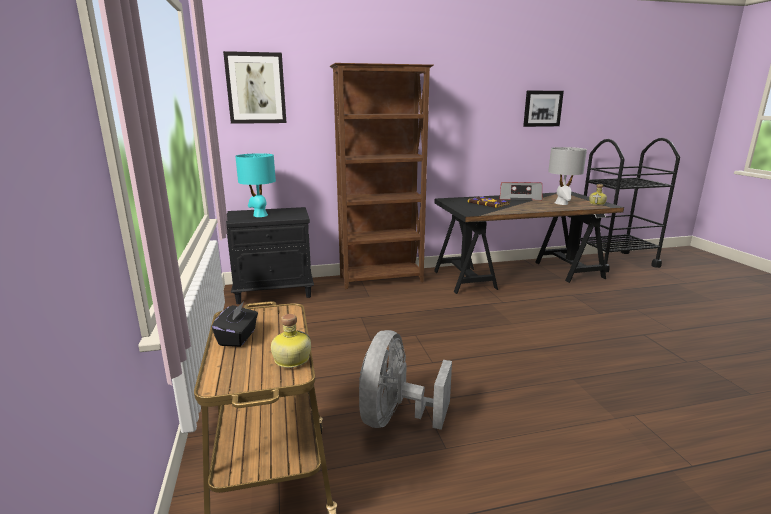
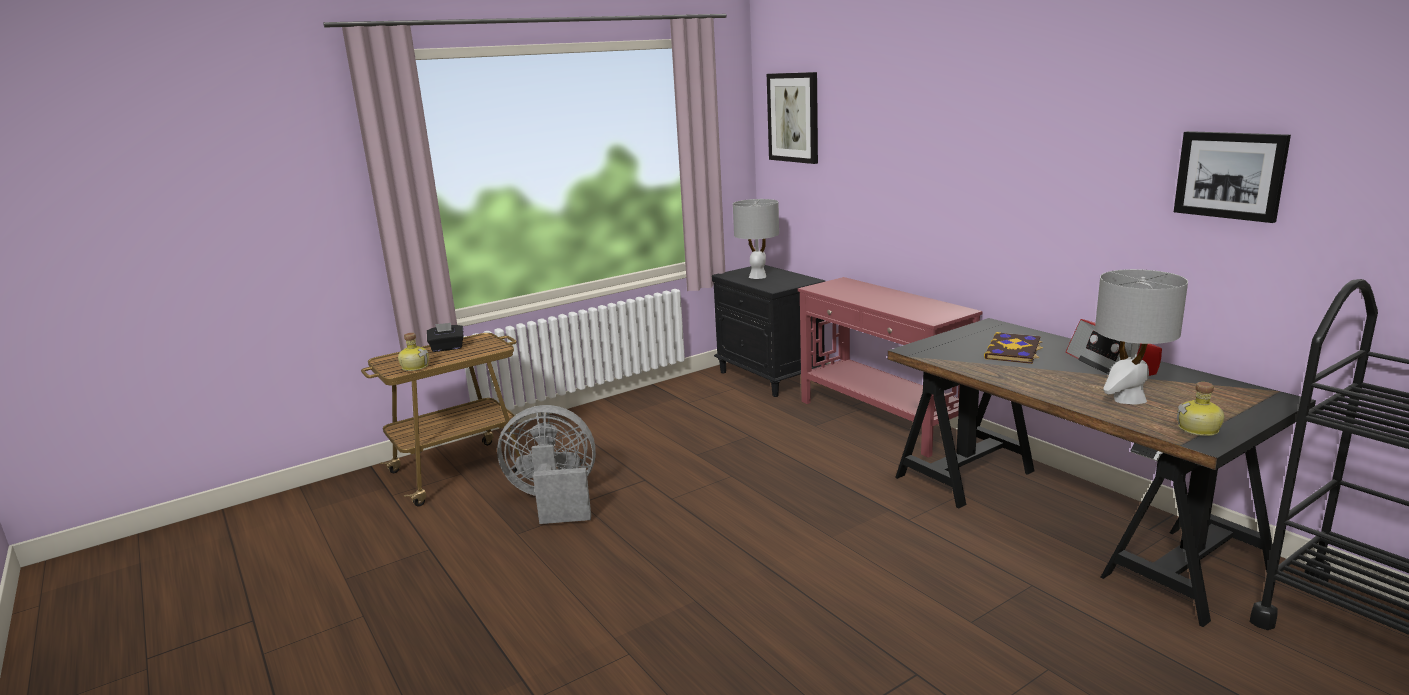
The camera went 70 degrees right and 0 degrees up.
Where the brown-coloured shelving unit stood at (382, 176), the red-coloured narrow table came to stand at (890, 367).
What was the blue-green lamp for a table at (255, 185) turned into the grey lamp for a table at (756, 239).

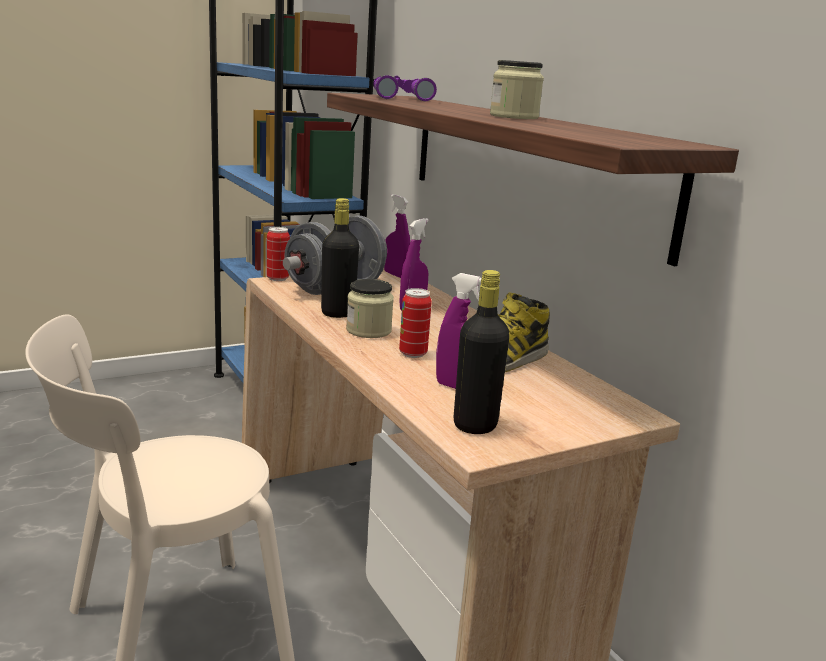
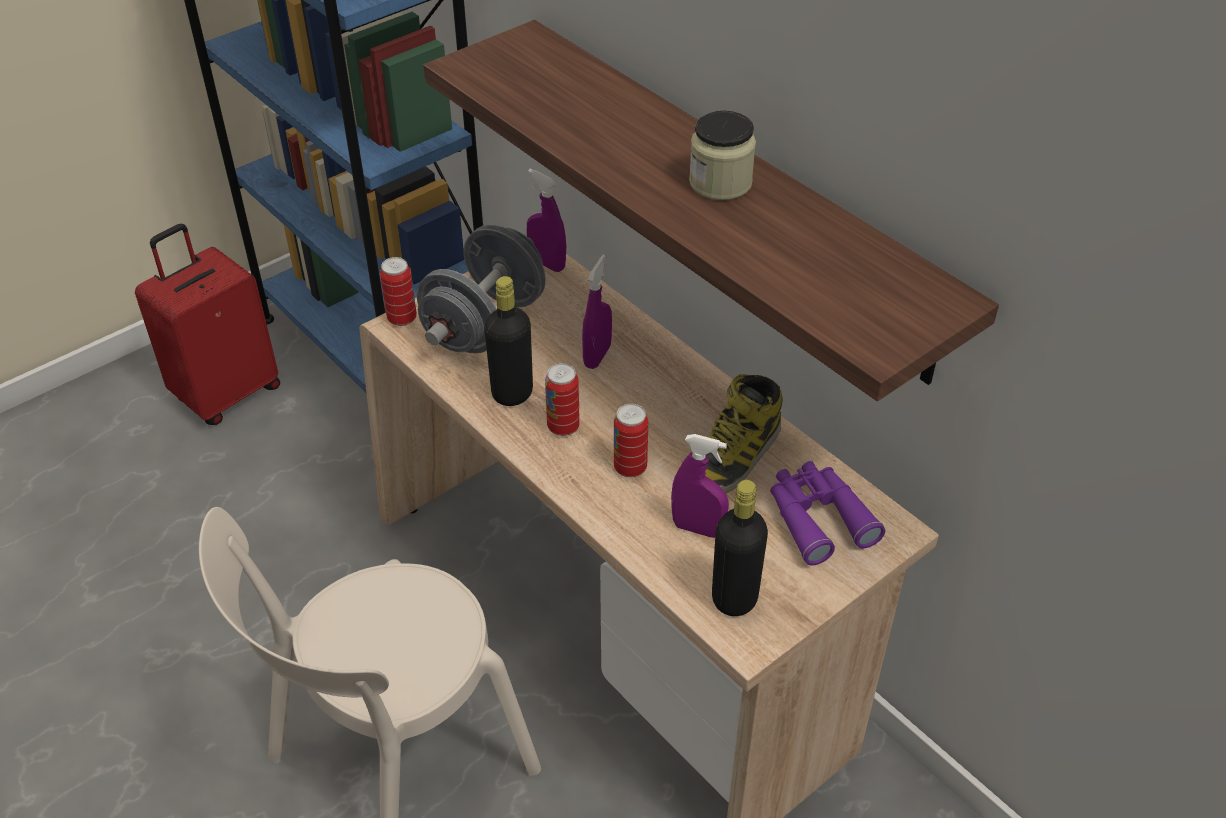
The camera went 10 degrees left and 25 degrees up.
The second view gained the red-coloured piece of luggage at (207, 324).
The purple binoculars ended up elsewhere, having gone from (405, 88) to (827, 513).
Where the preserve jar stood at (370, 308), the can came to stand at (562, 399).

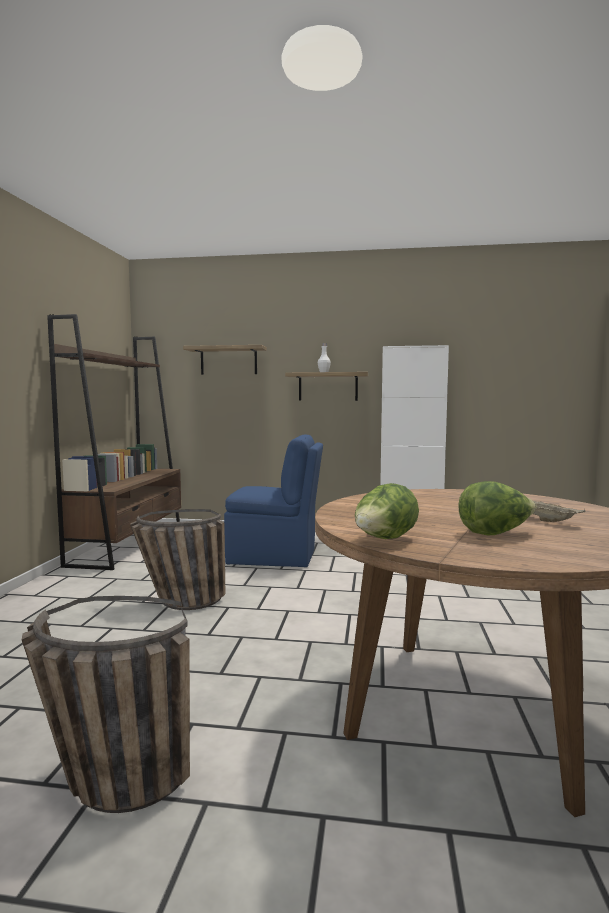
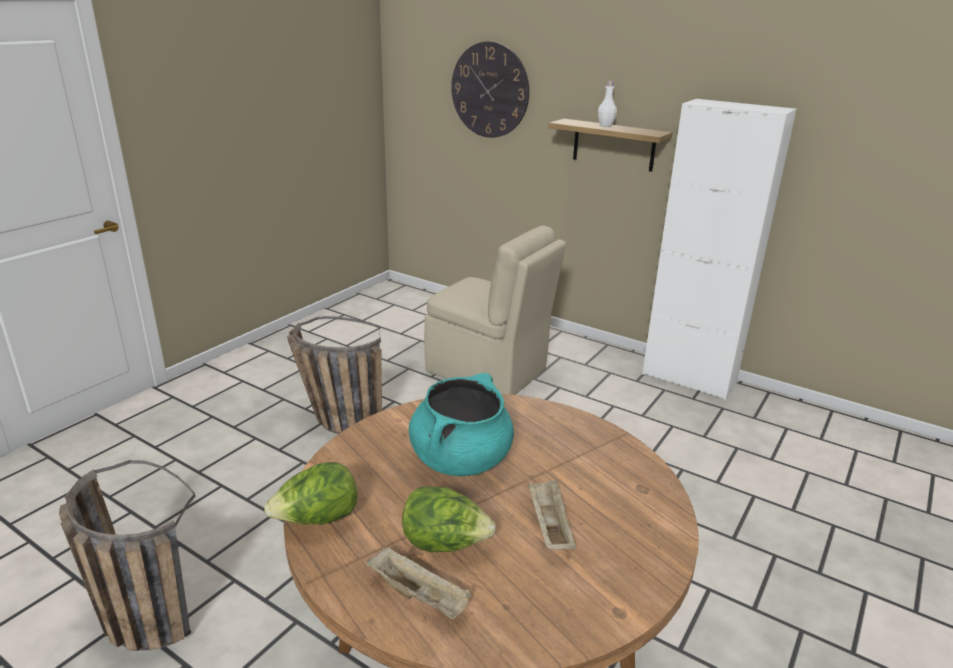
The camera went 25 degrees right and 20 degrees up.
The second view lost the brown-coloured shelving unit at (114, 442).
The second view gained the beige-coloured carrying tray at (419, 583).
The second view gained the blue-green saucepot at (461, 424).
Where the shelf hung at (225, 360), the hanging clock came to hang at (490, 89).
What was the blue-coloured plain chair at (273, 500) turned into the beige-coloured plain chair at (495, 310).

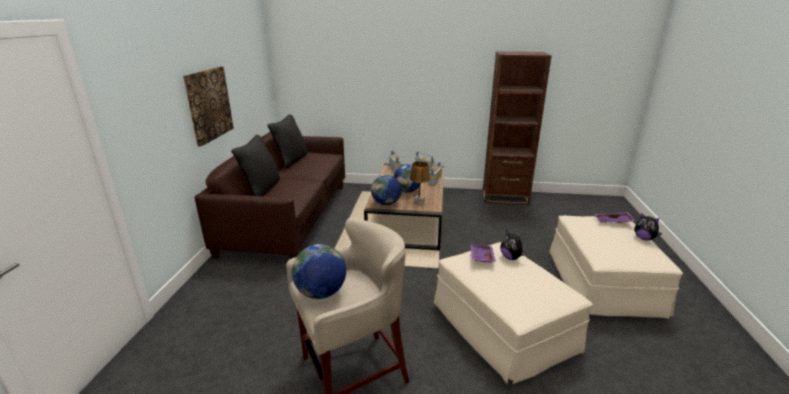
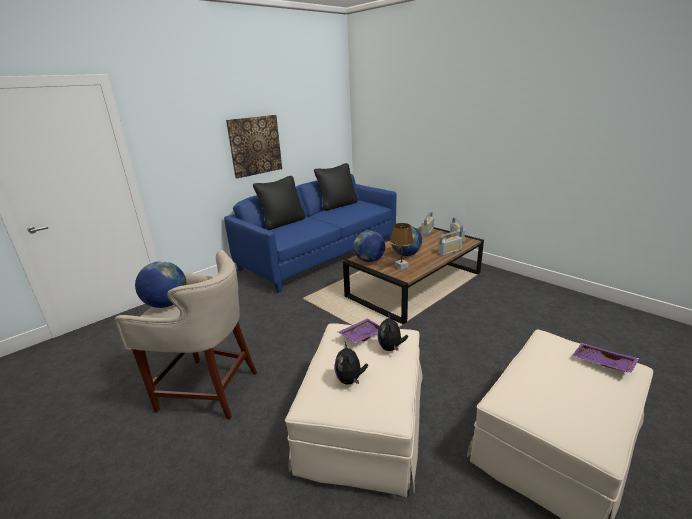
The camera went 40 degrees right and 0 degrees up.
The second view lost the brown-coloured shelving unit at (517, 128).
The soft toy ended up elsewhere, having gone from (648, 226) to (351, 363).
What was the brown-coloured settee at (270, 195) turned into the blue-coloured settee at (310, 233).

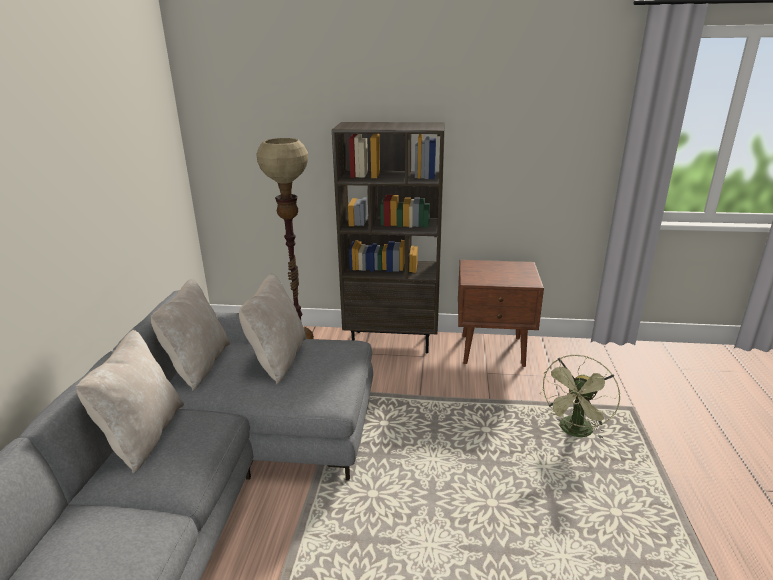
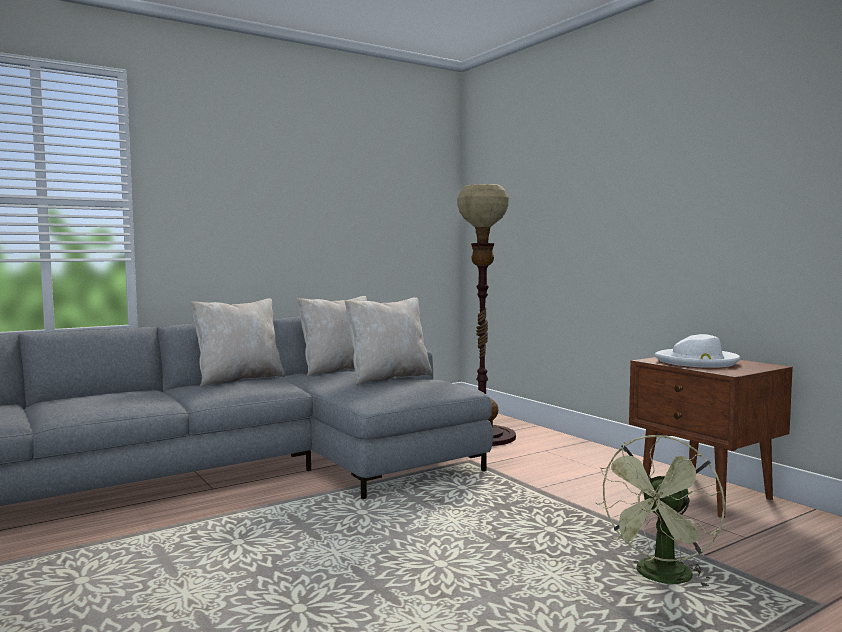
The camera went 50 degrees right and 20 degrees down.
The second view lost the brown-coloured shelving unit at (388, 237).
The second view gained the white hat at (697, 351).
The green electric fan at (579, 396) ended up facing another way, 45 degrees counterclockwise from before.

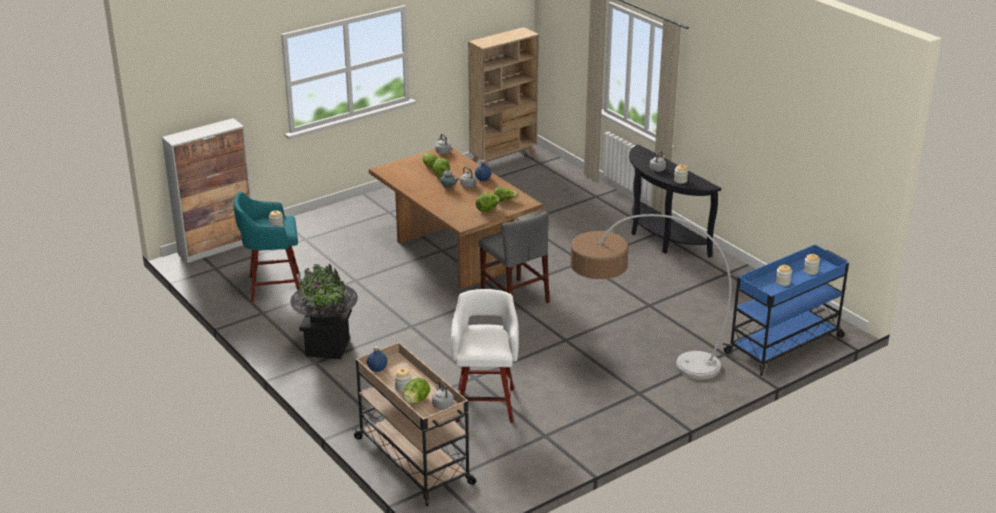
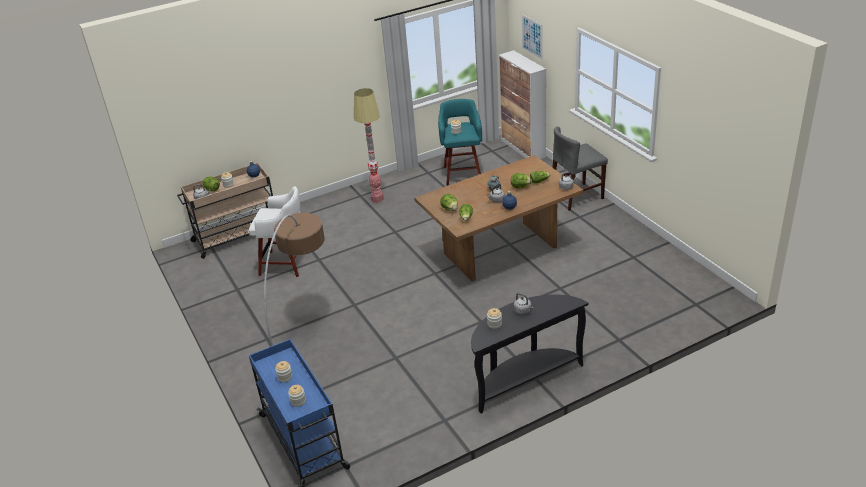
The camera went 100 degrees right and 5 degrees up.
The second view lost the beige-coloured shelving unit at (503, 96).
The second view gained the wall picture at (532, 37).
The grey plain chair ended up elsewhere, having gone from (514, 257) to (580, 168).
Where the black plant pot stood at (324, 311), the floor lamp came to stand at (369, 145).

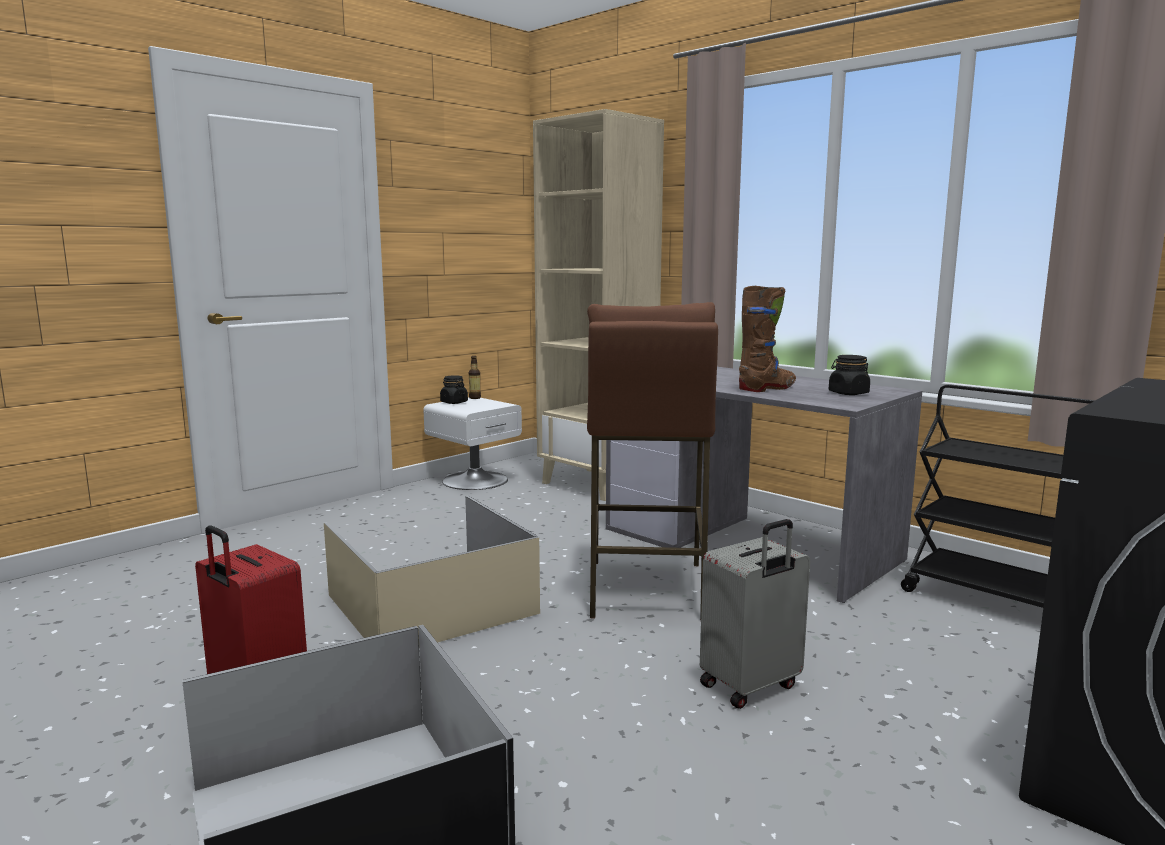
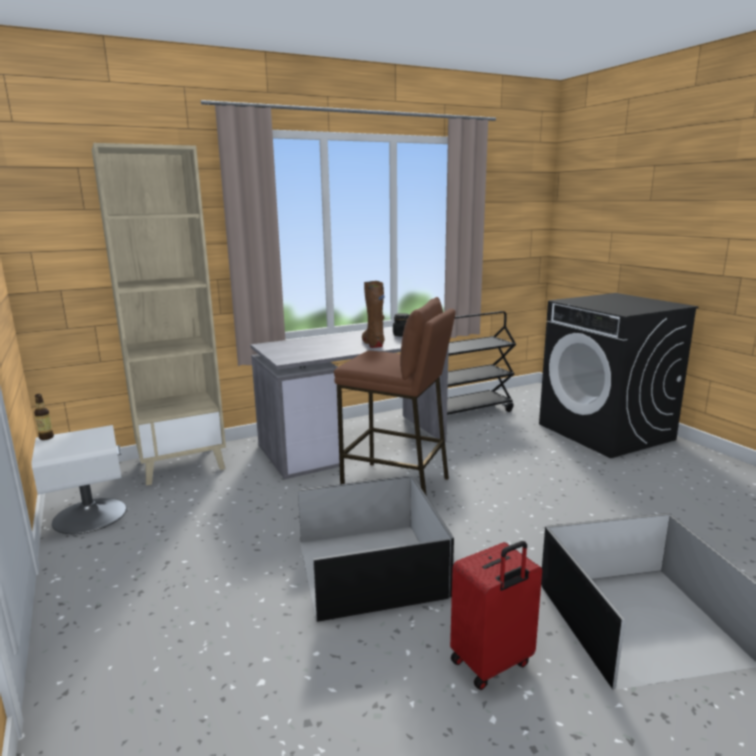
The camera went 70 degrees left and 5 degrees up.
The second view lost the black preserve jar at (454, 389).
The second view lost the grey piece of luggage at (755, 614).
What was the beige-coloured storage container at (432, 569) turned into the black storage container at (376, 549).

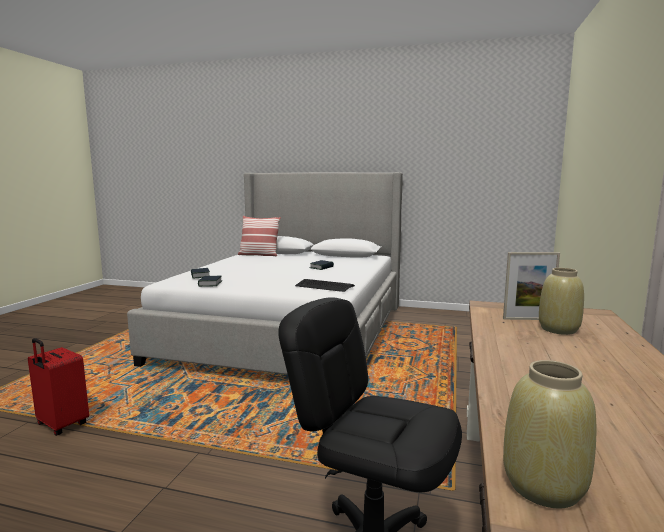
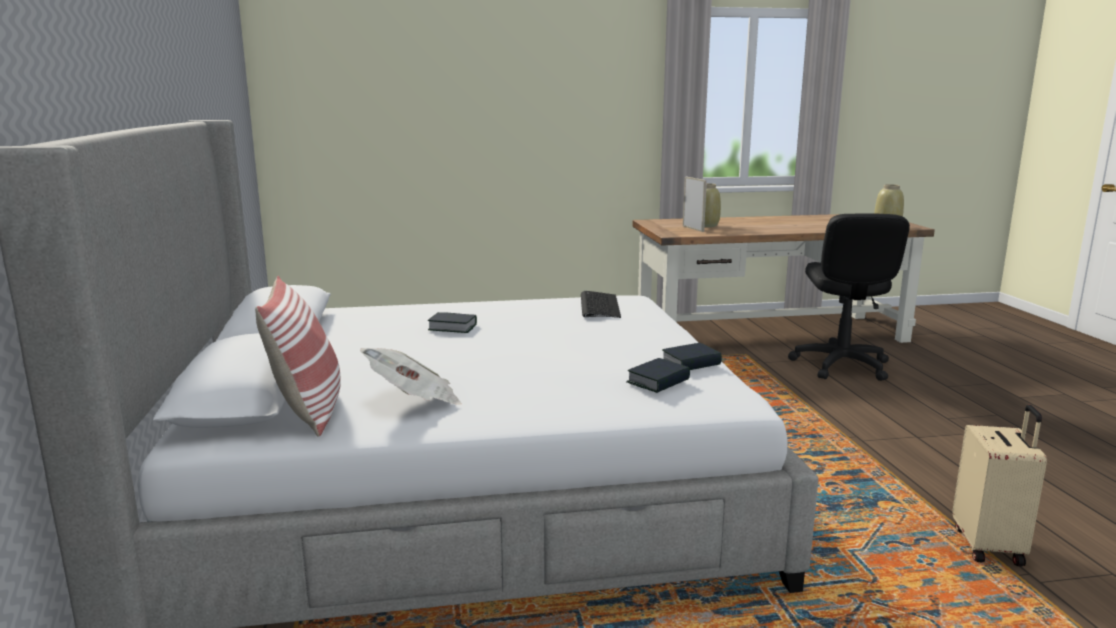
The camera went 115 degrees left and 5 degrees up.
The second view gained the daily paper at (411, 376).
What was the red-coloured piece of luggage at (58, 387) turned into the beige-coloured piece of luggage at (999, 485).

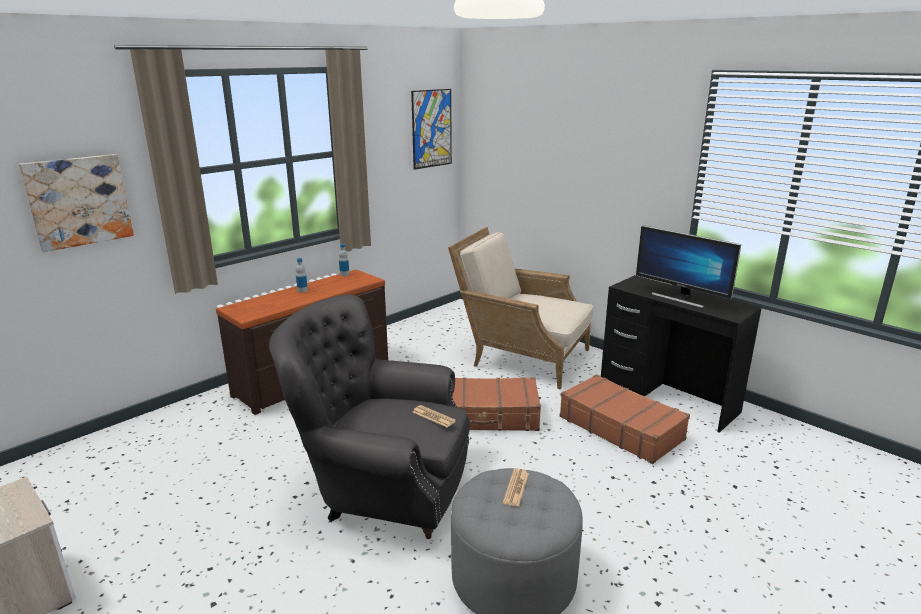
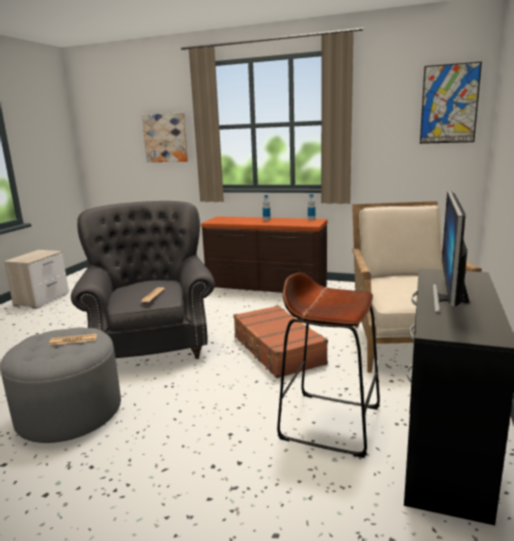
The camera went 65 degrees right and 5 degrees down.
Where the brown-coloured piece of luggage stood at (625, 419), the brown-coloured stool seat came to stand at (328, 365).

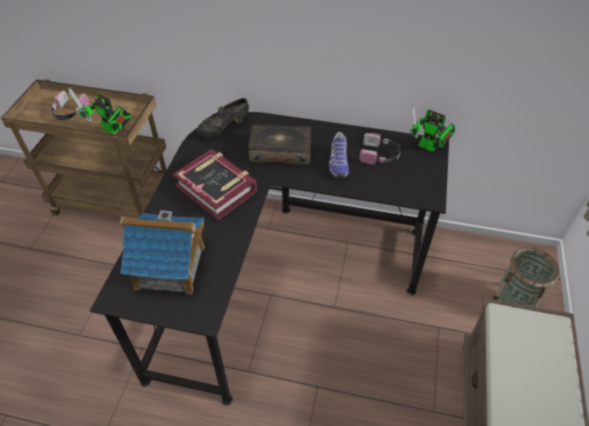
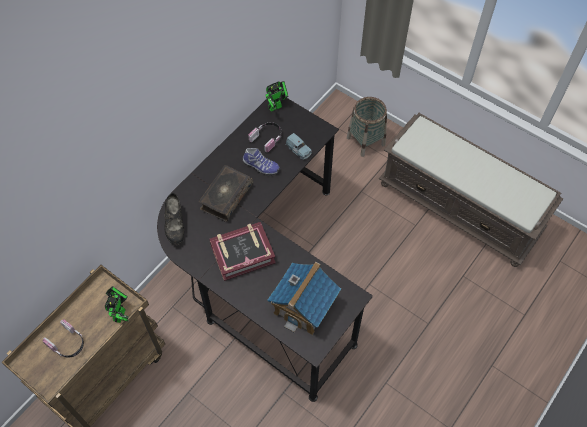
The camera went 65 degrees left and 10 degrees up.
The second view gained the blue-coloured model car at (299, 146).
The model robot at (100, 111) ended up facing another way, 45 degrees counterclockwise from before.

